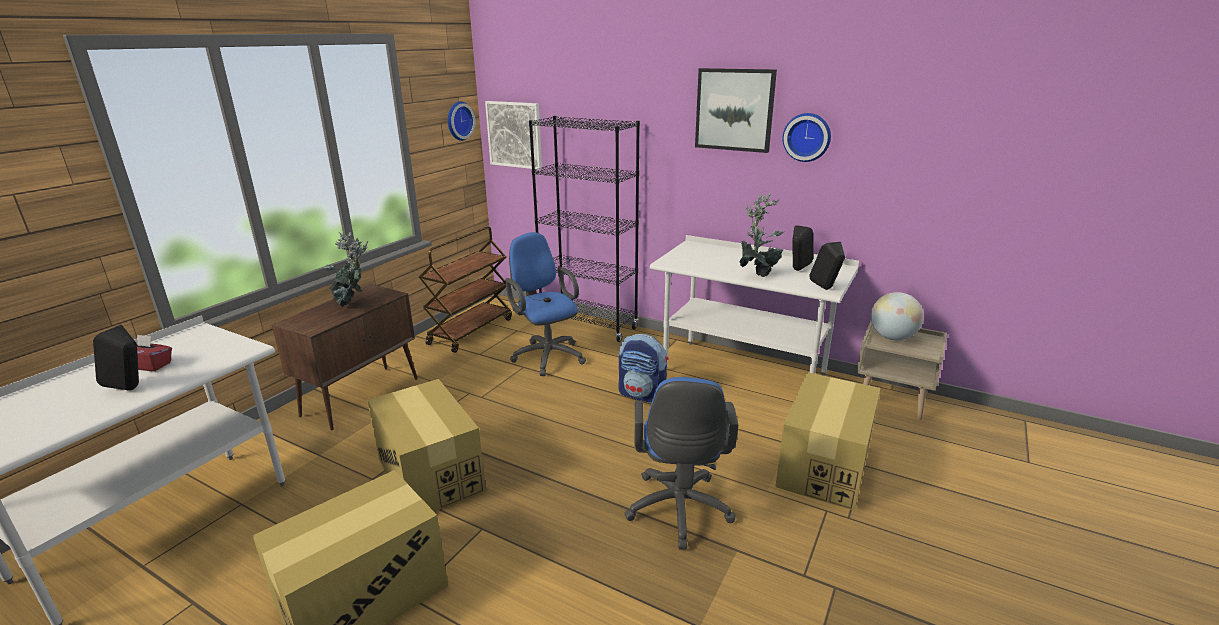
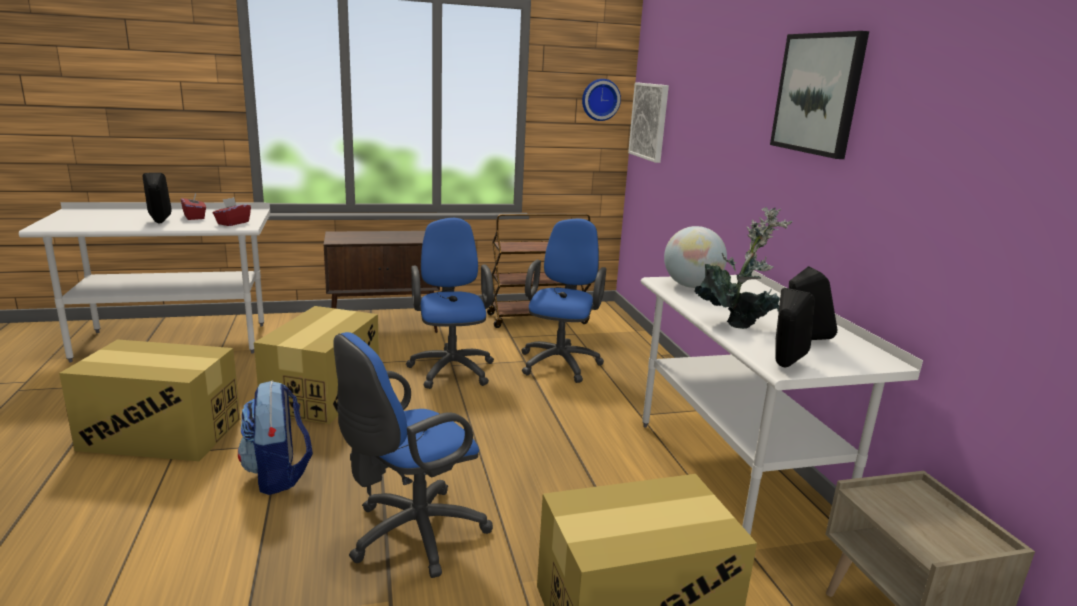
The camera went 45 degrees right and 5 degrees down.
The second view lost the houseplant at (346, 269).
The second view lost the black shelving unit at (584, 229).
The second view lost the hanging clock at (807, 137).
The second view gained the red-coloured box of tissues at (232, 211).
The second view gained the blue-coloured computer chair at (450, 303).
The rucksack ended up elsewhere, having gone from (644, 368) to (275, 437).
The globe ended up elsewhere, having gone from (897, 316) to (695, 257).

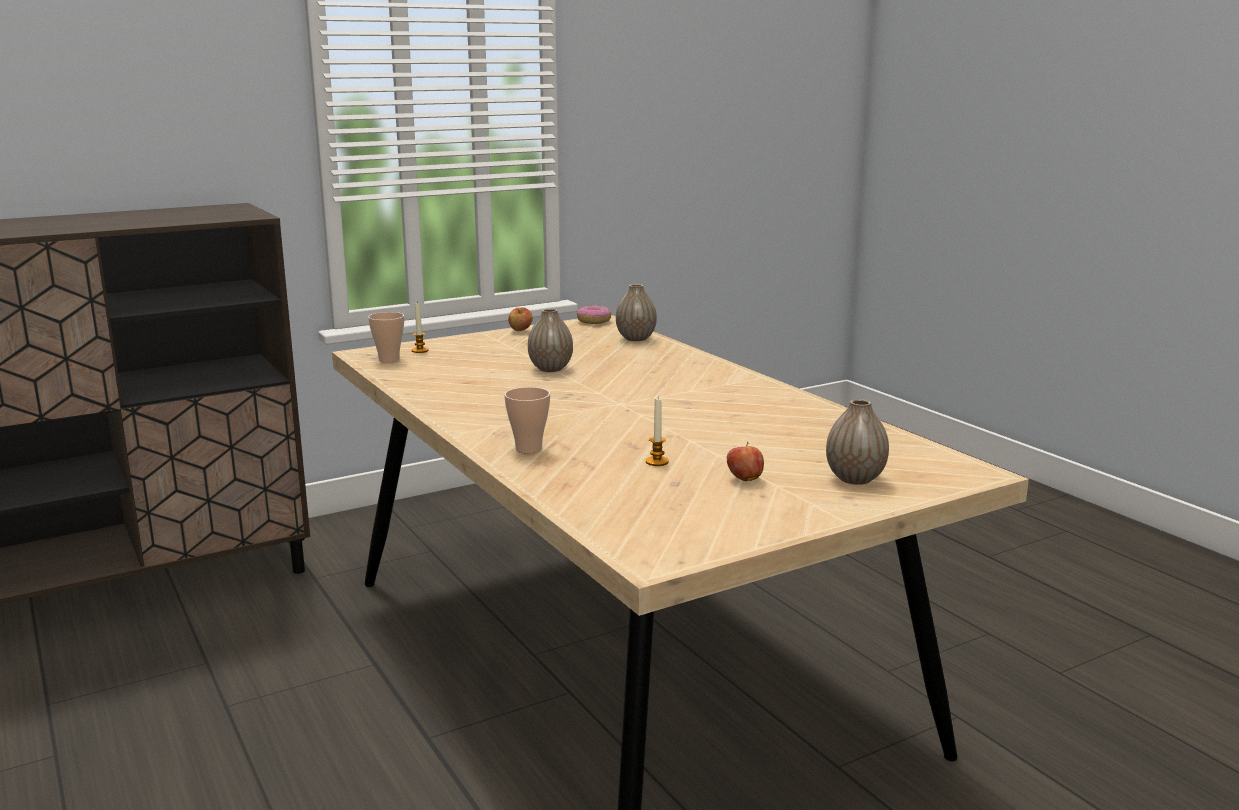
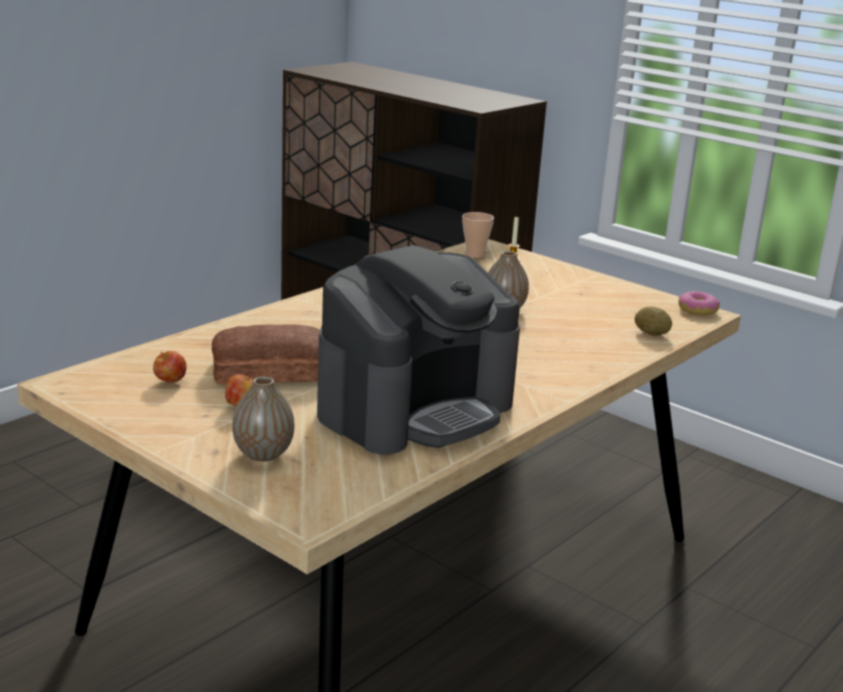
The camera went 70 degrees right and 5 degrees up.
The second view lost the cup at (527, 420).
The second view gained the coffee maker at (418, 349).
The apple ended up elsewhere, having gone from (520, 319) to (170, 367).
Where the decorative vase stood at (636, 312), the potato came to stand at (653, 321).
Where the wax candle stood at (657, 432), the bakery bread came to stand at (265, 354).

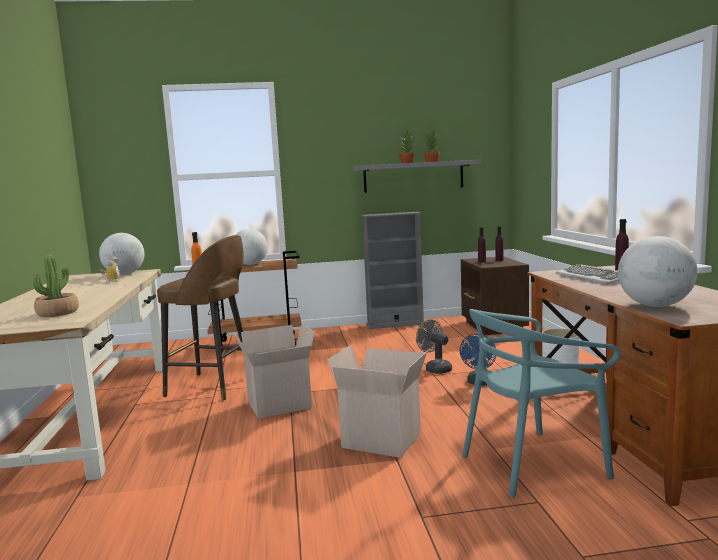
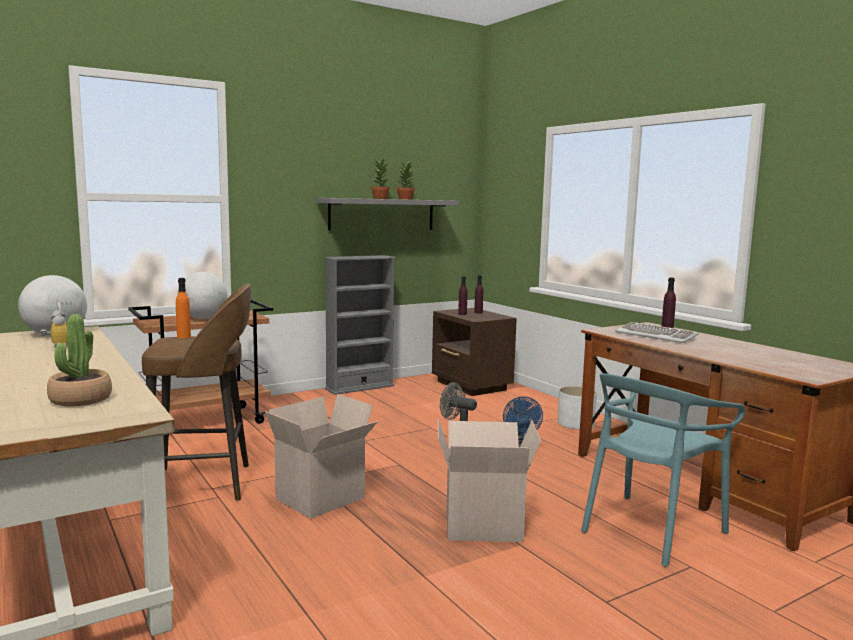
The camera went 25 degrees left and 0 degrees up.
The second view lost the globe at (658, 271).

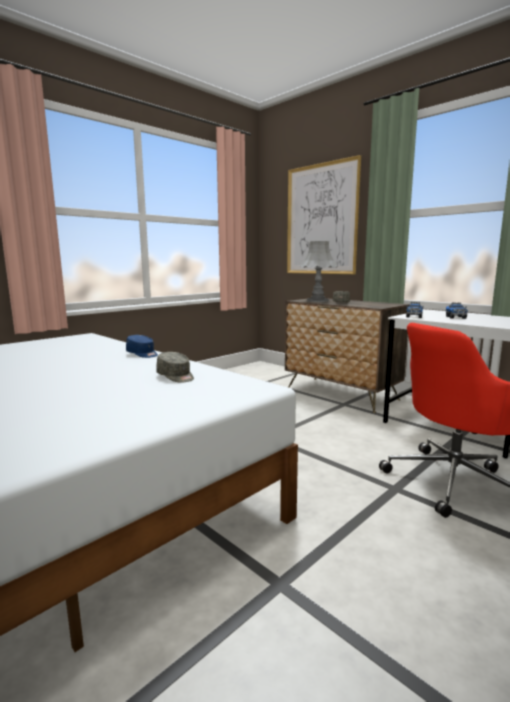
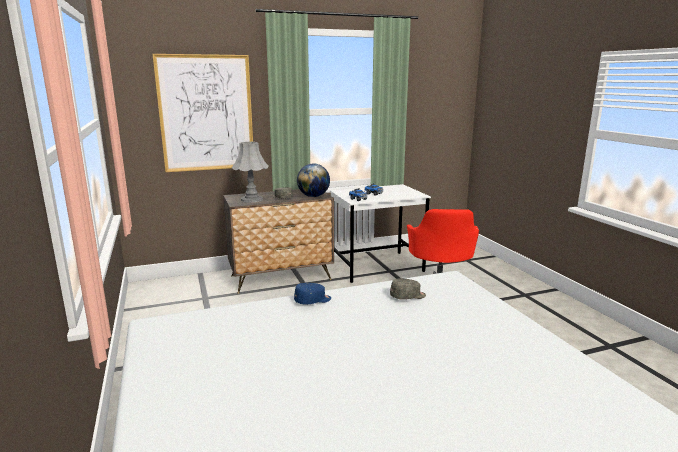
The camera went 65 degrees left and 5 degrees up.
The second view gained the globe at (313, 180).

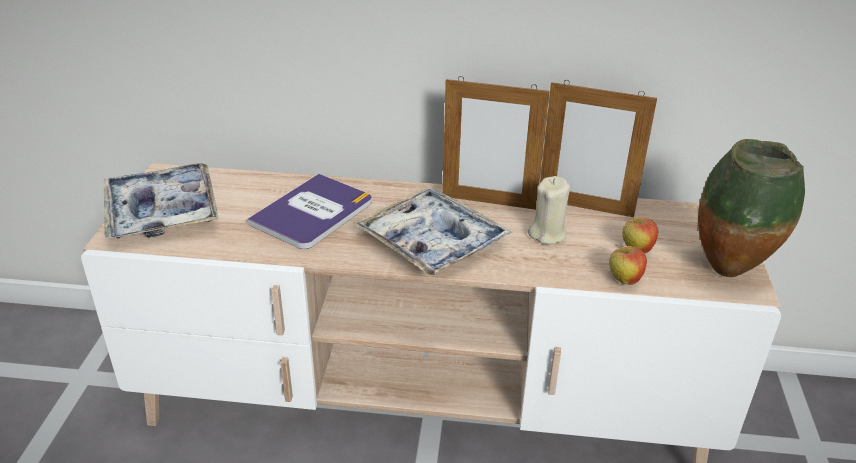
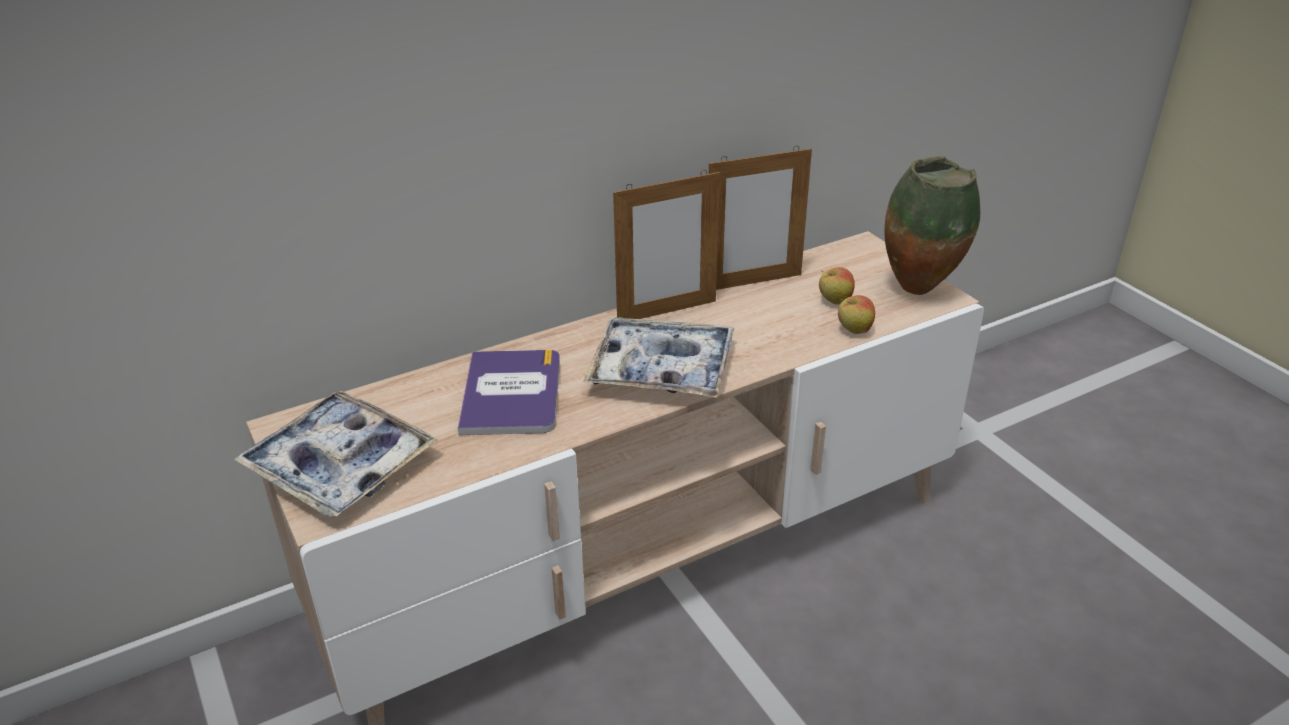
The camera went 35 degrees left and 0 degrees up.
The second view lost the beige-coloured wax candle at (549, 210).

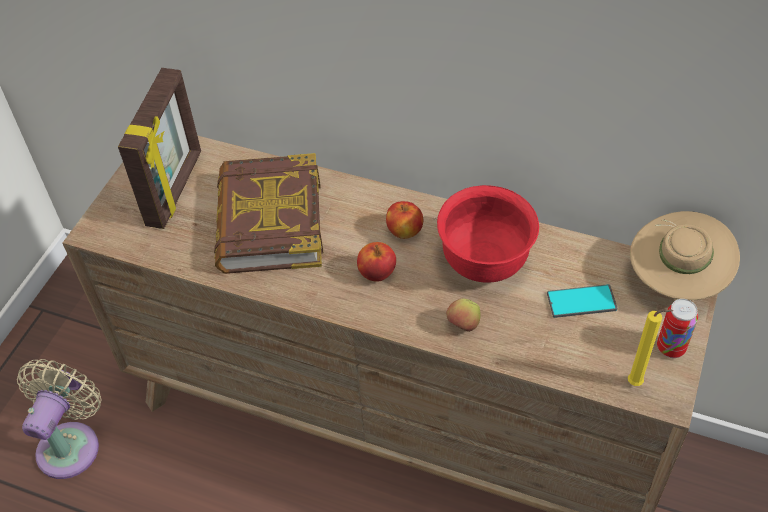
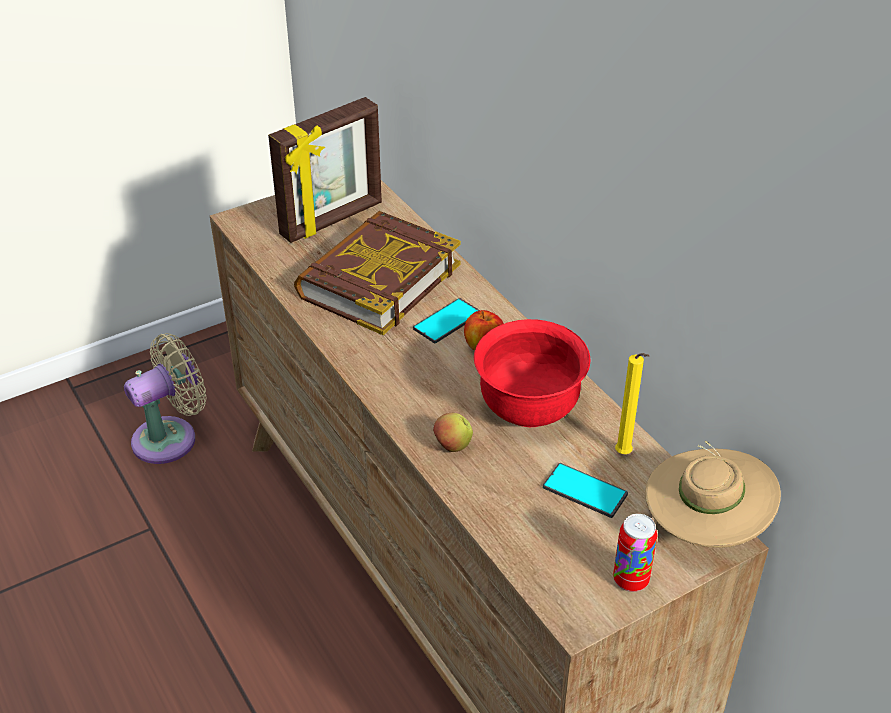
The camera went 35 degrees right and 10 degrees down.
The second view lost the apple at (376, 262).
The second view gained the telephone at (446, 321).
The yellow-coloured wax candle ended up elsewhere, having gone from (650, 347) to (632, 403).

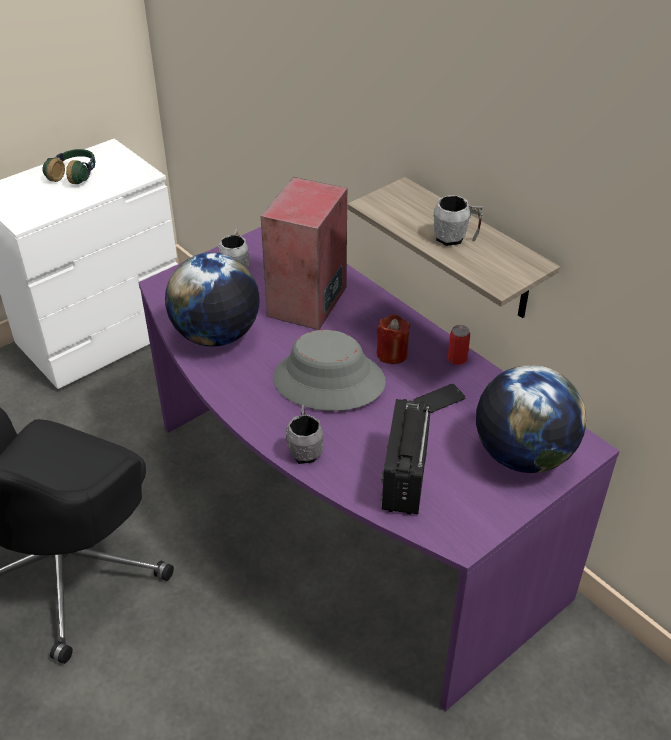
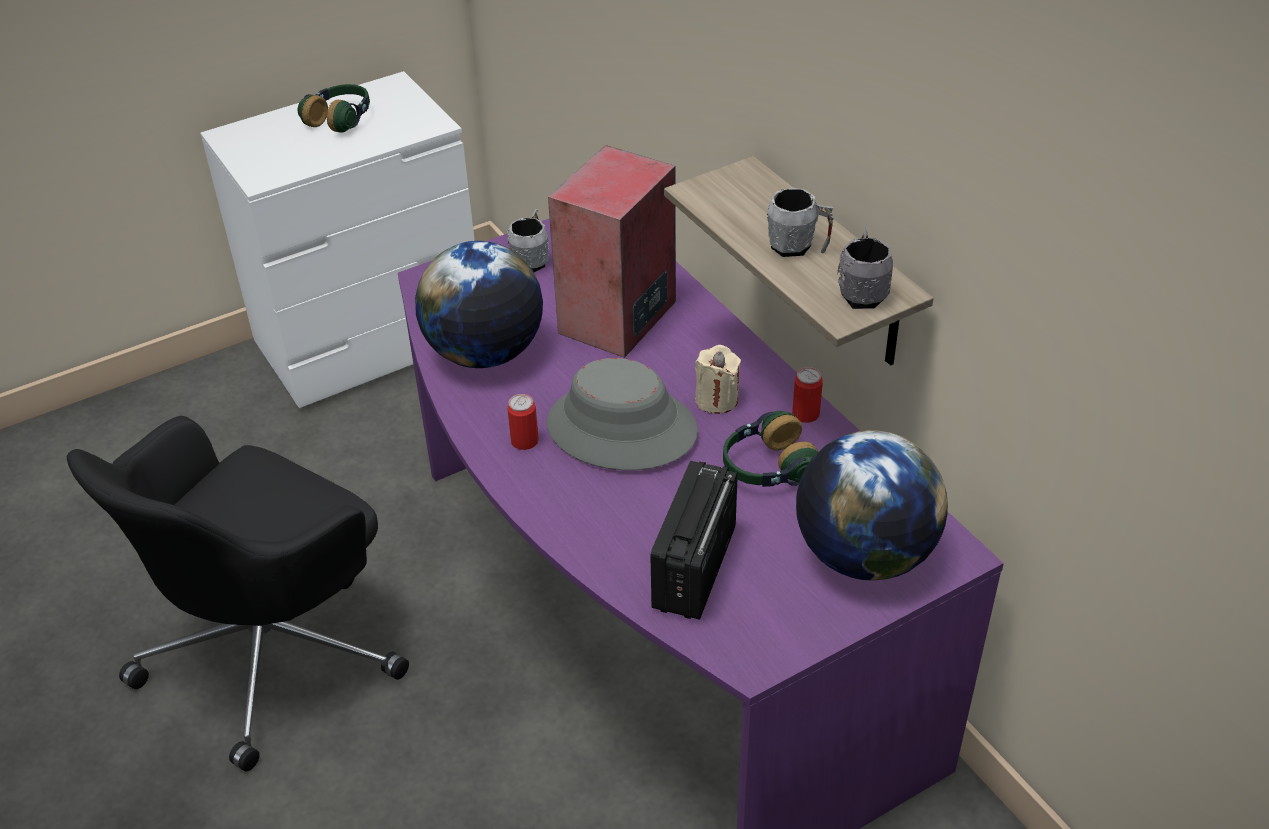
The camera went 10 degrees right and 0 degrees up.
The second view gained the can at (523, 422).
The grey tea mug ended up elsewhere, having gone from (304, 434) to (865, 267).
Where the telephone stood at (439, 398), the headphones came to stand at (770, 449).
What was the red-coloured wax candle at (393, 339) turned into the beige-coloured wax candle at (718, 379).

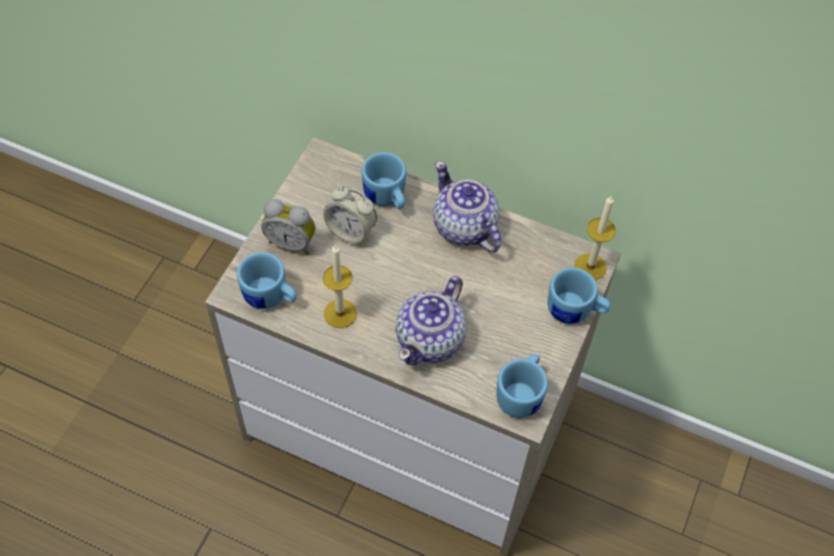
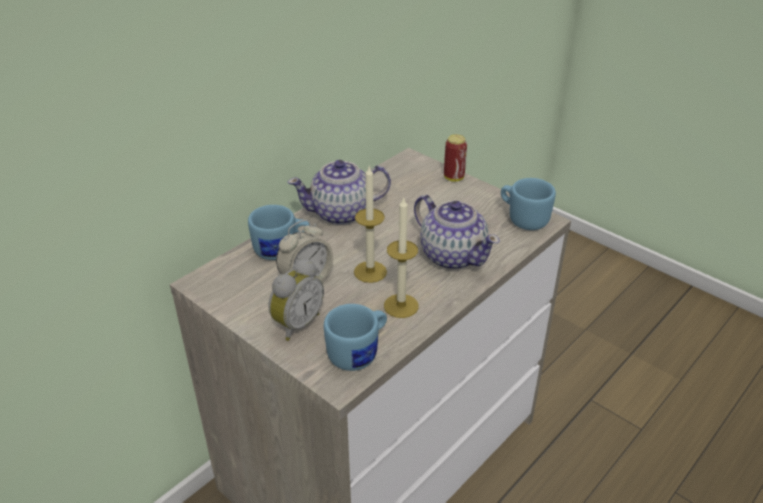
The camera went 70 degrees left and 20 degrees down.
The wax candle ended up elsewhere, having gone from (595, 237) to (370, 225).
Where the blue-coloured tea mug stood at (579, 295), the can came to stand at (455, 158).

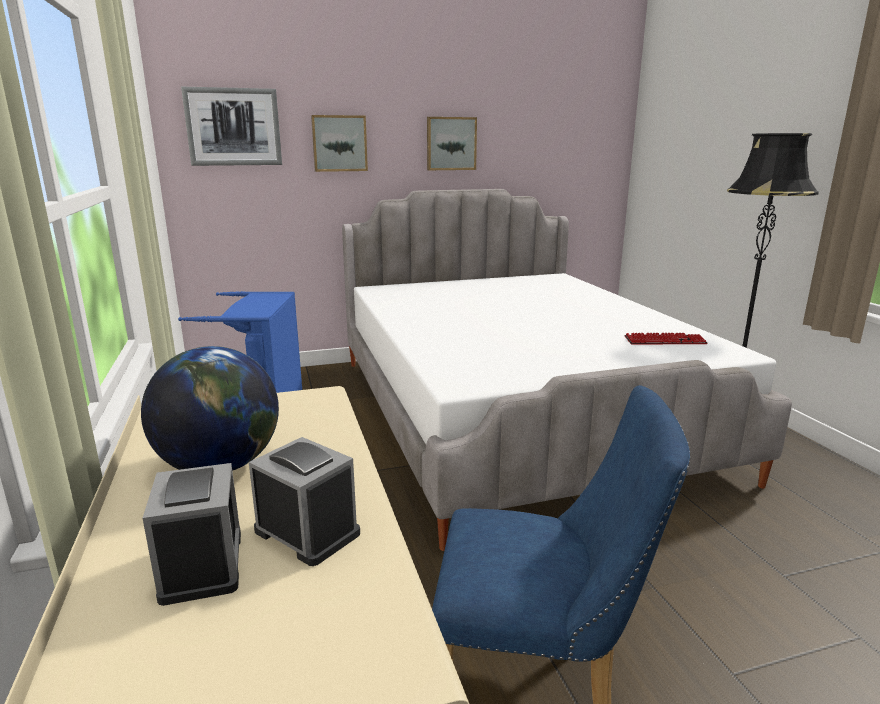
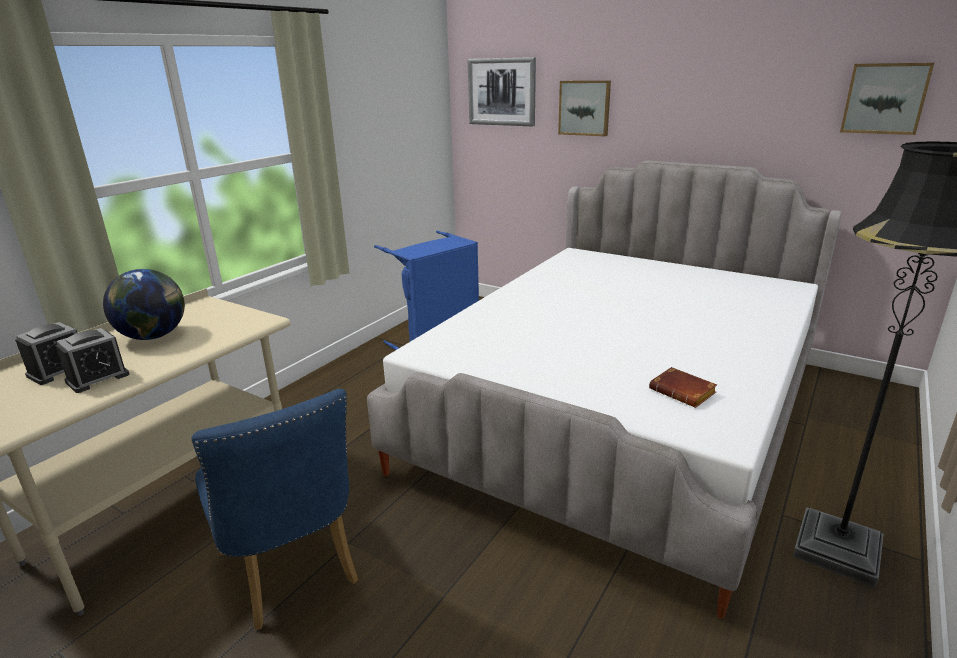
The camera went 50 degrees right and 5 degrees up.
The wall picture ended up elsewhere, having gone from (452, 143) to (887, 99).
Where the computer keyboard stood at (666, 339), the brown-coloured volume came to stand at (683, 387).
The table clock at (304, 501) ended up facing another way, 45 degrees clockwise from before.

